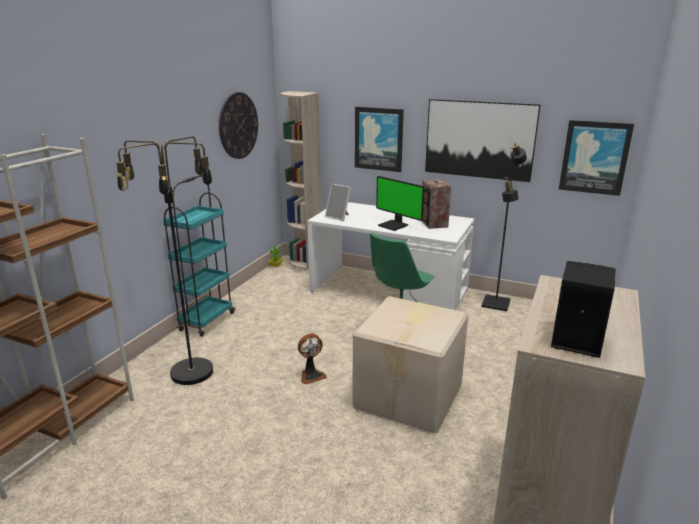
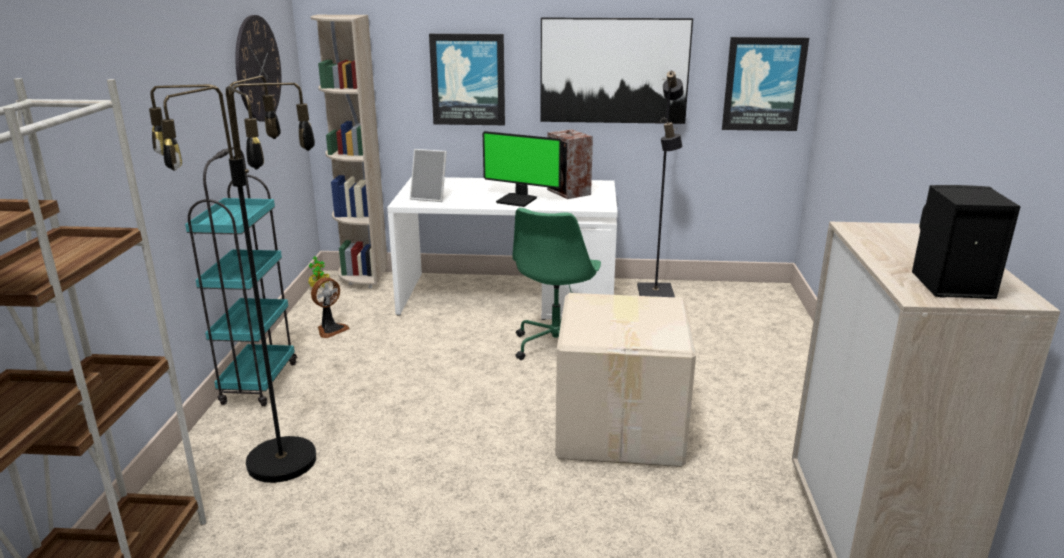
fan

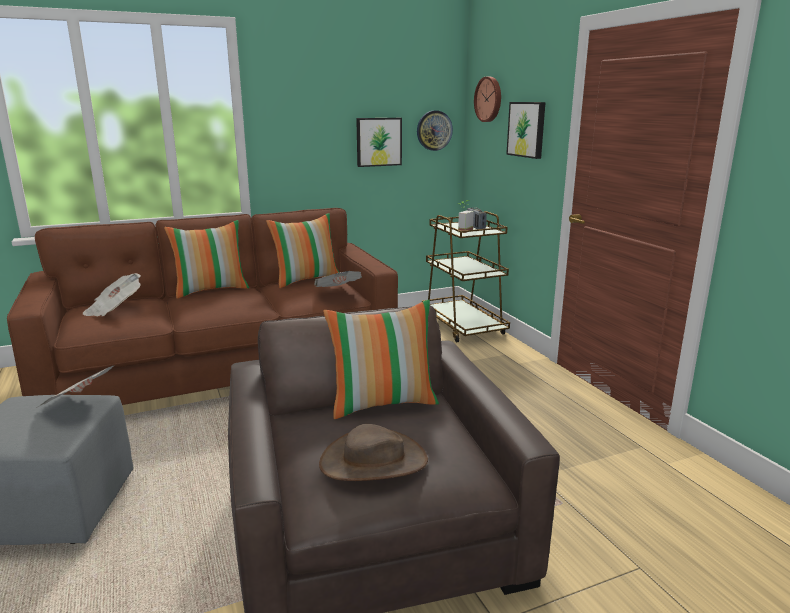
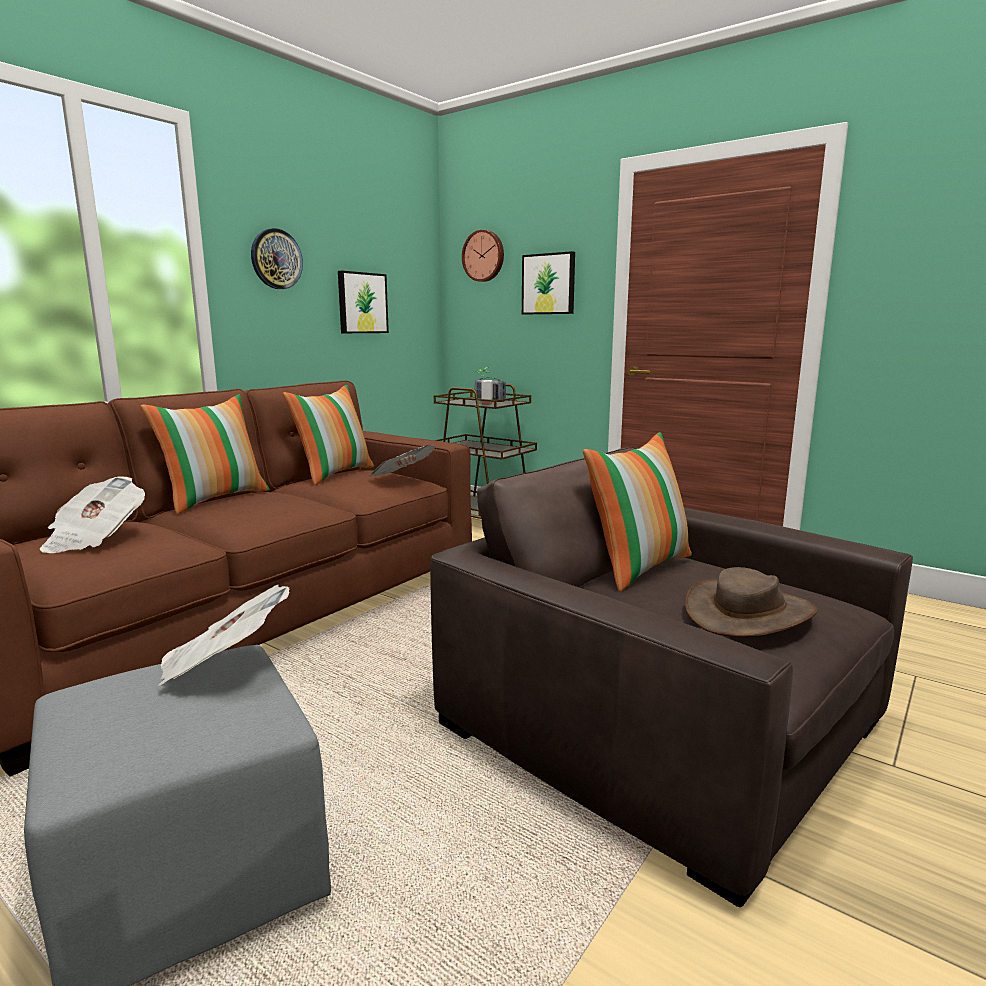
wall clock (1st from left)

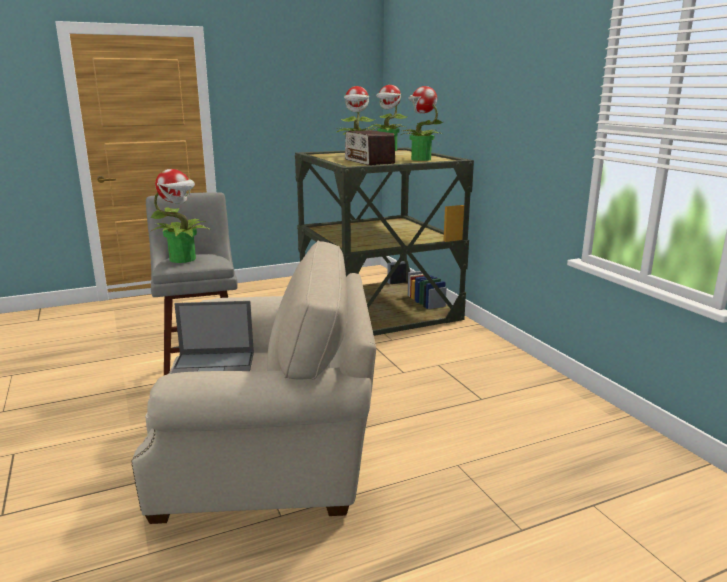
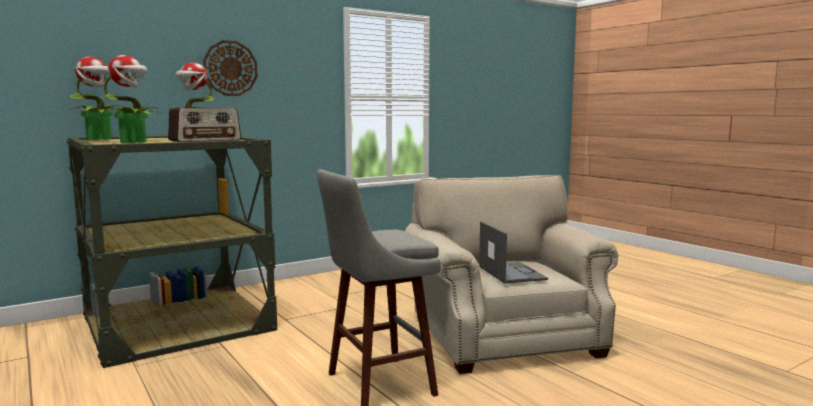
wall clock; potted plant (1st from left in the first image)

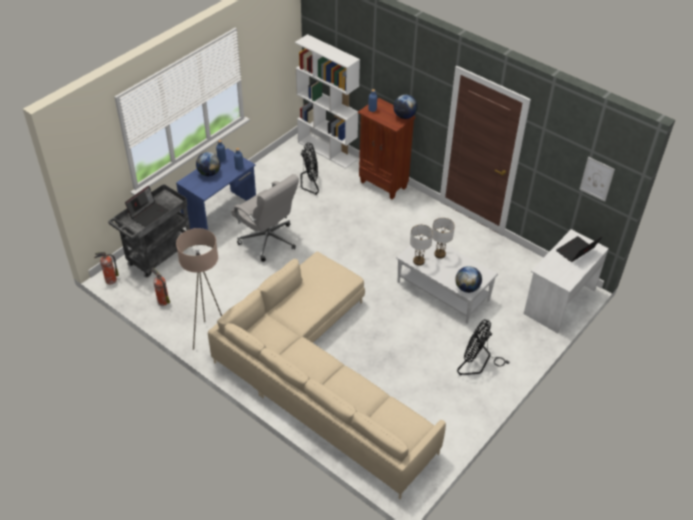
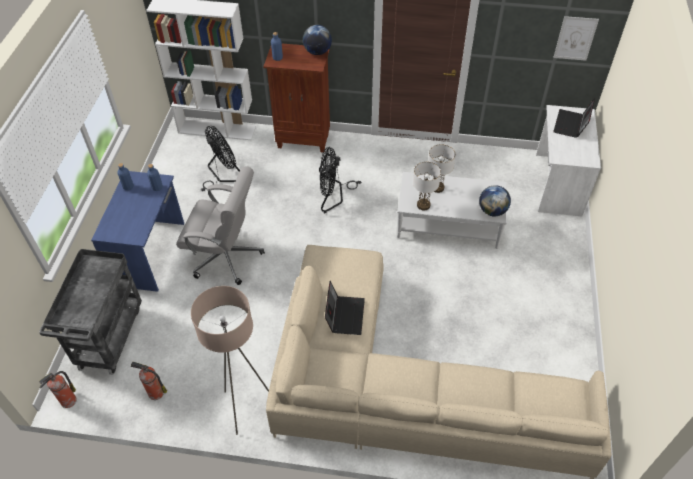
black fan (2nd from left); laptop (1st from left); globe (1st from left in the first image)

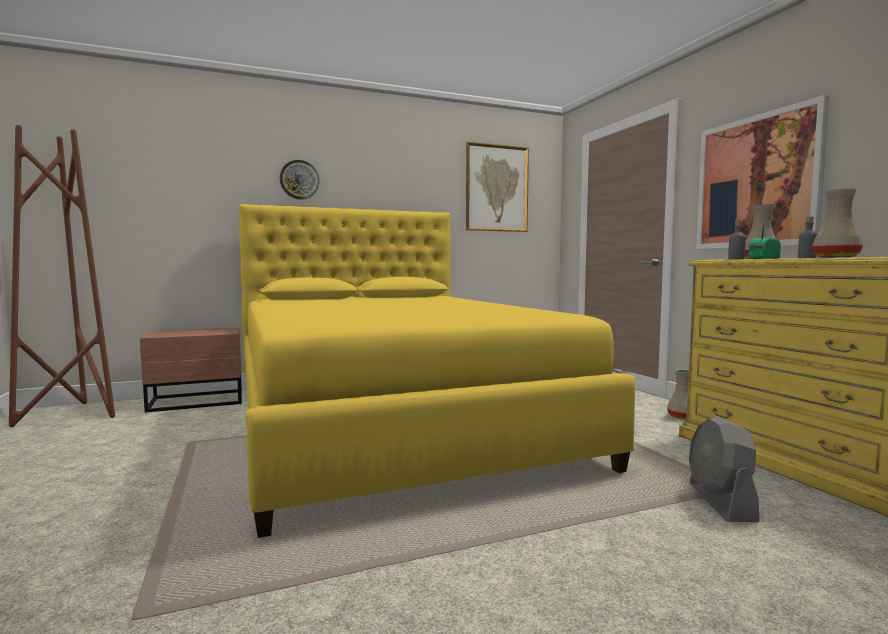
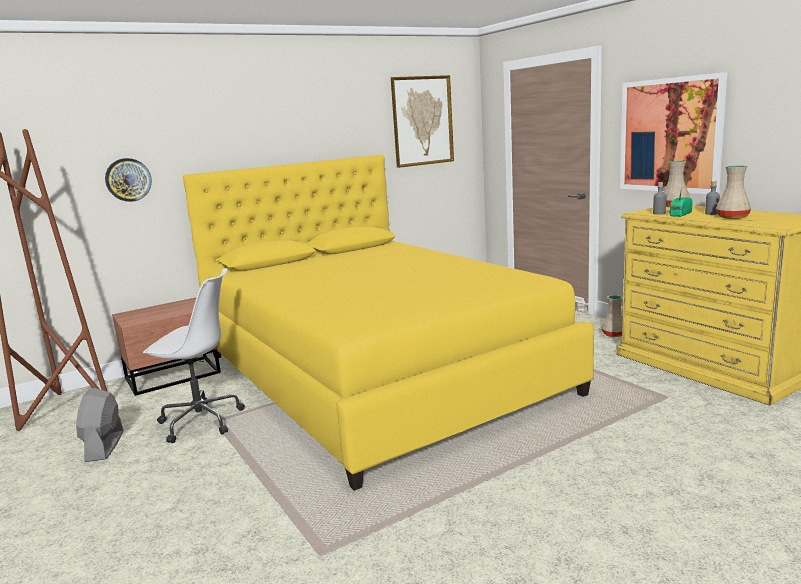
grey fan; wall clock; white office chair

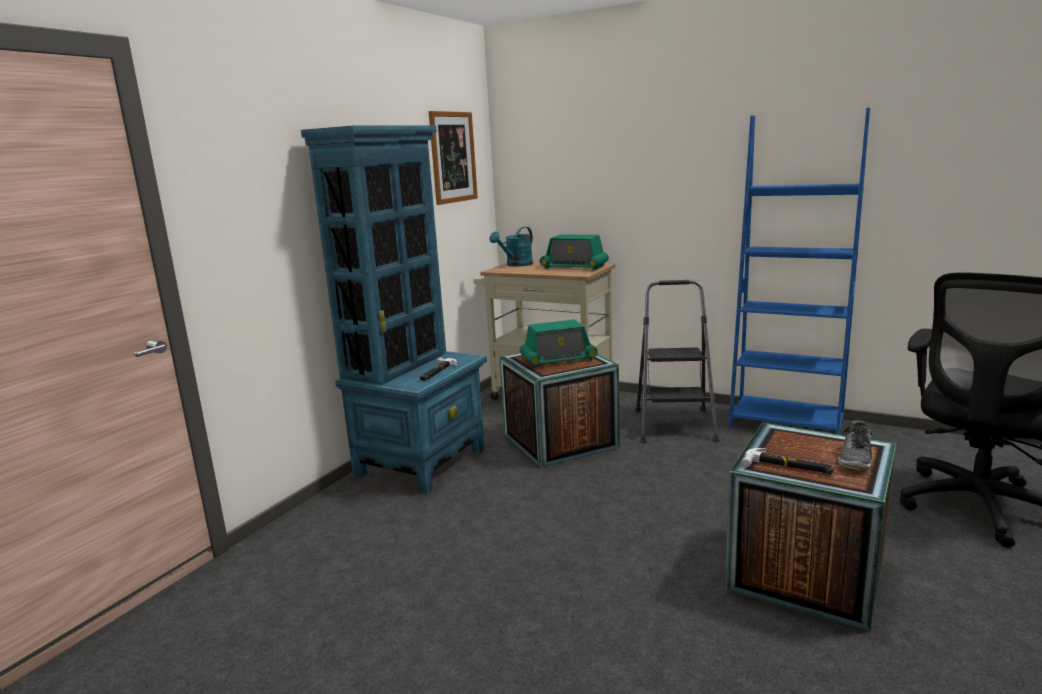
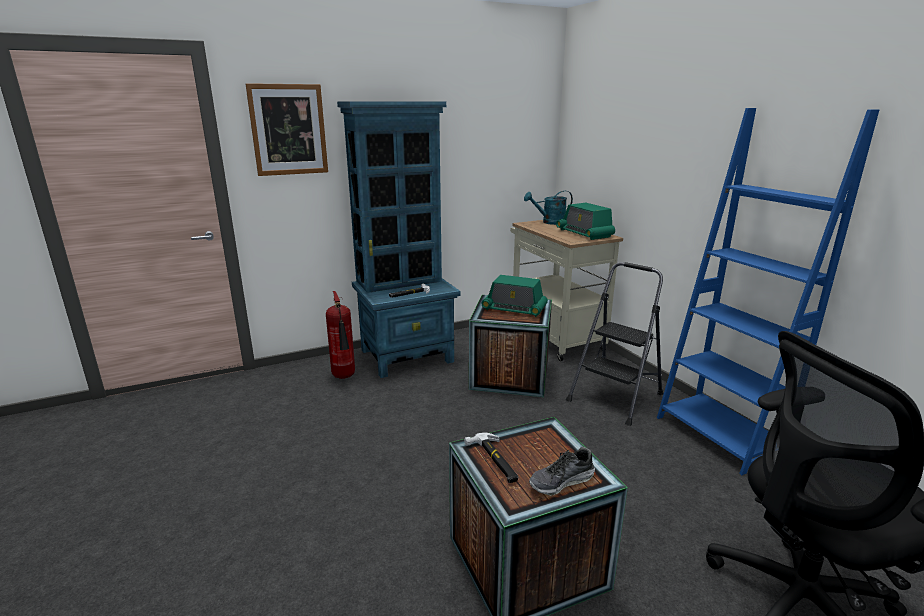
picture; fire extinguisher

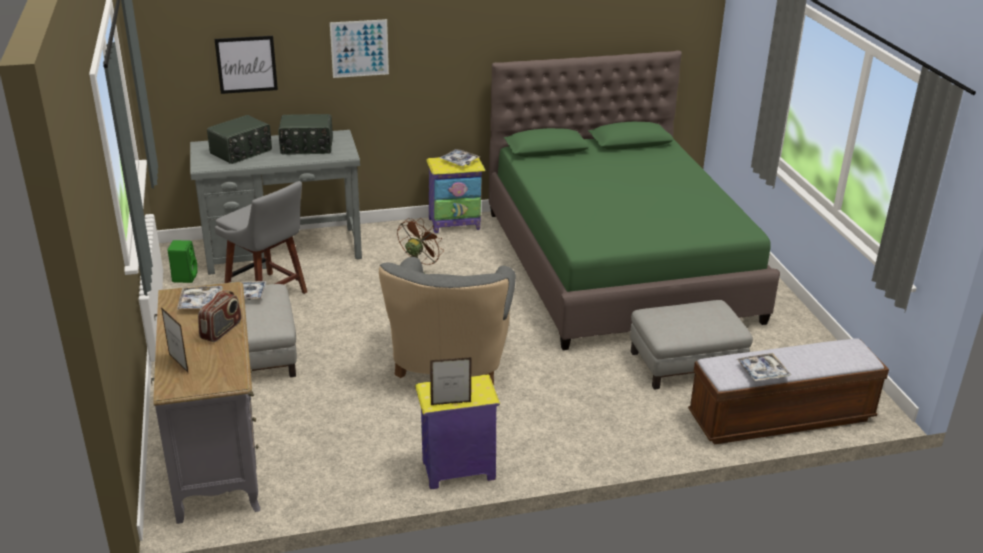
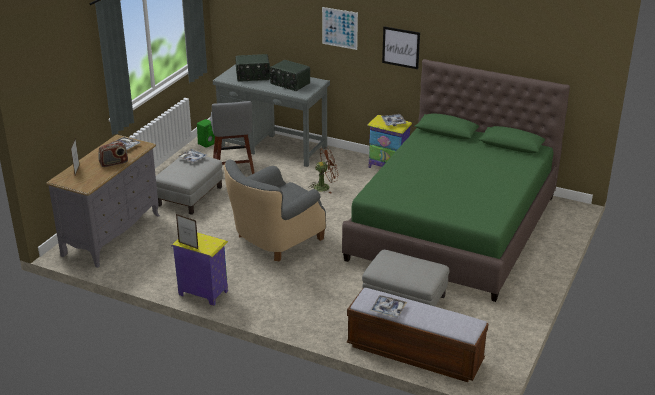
picture (2nd from left)

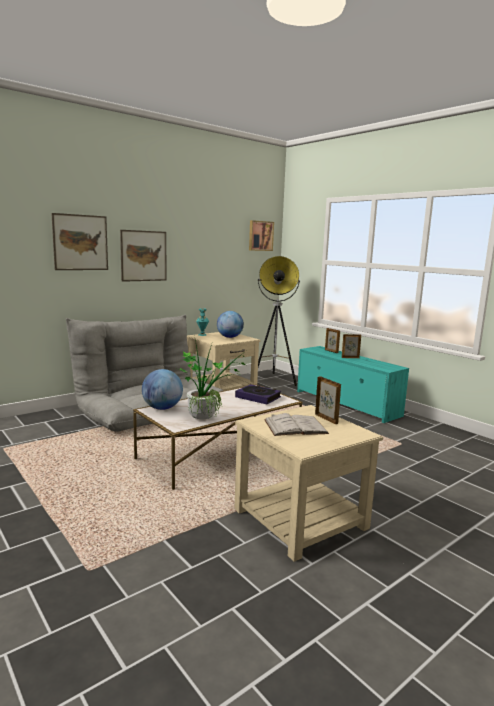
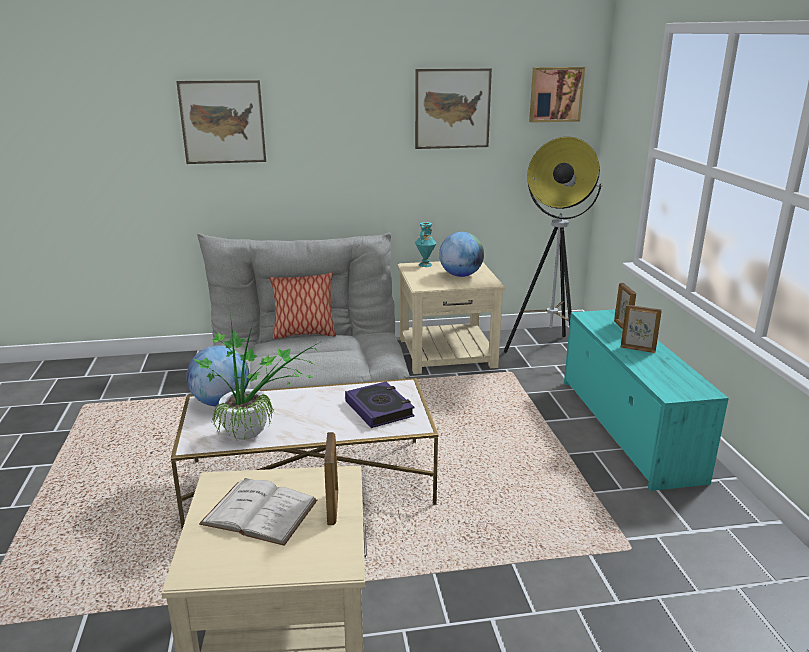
pillow; picture (2nd from left)

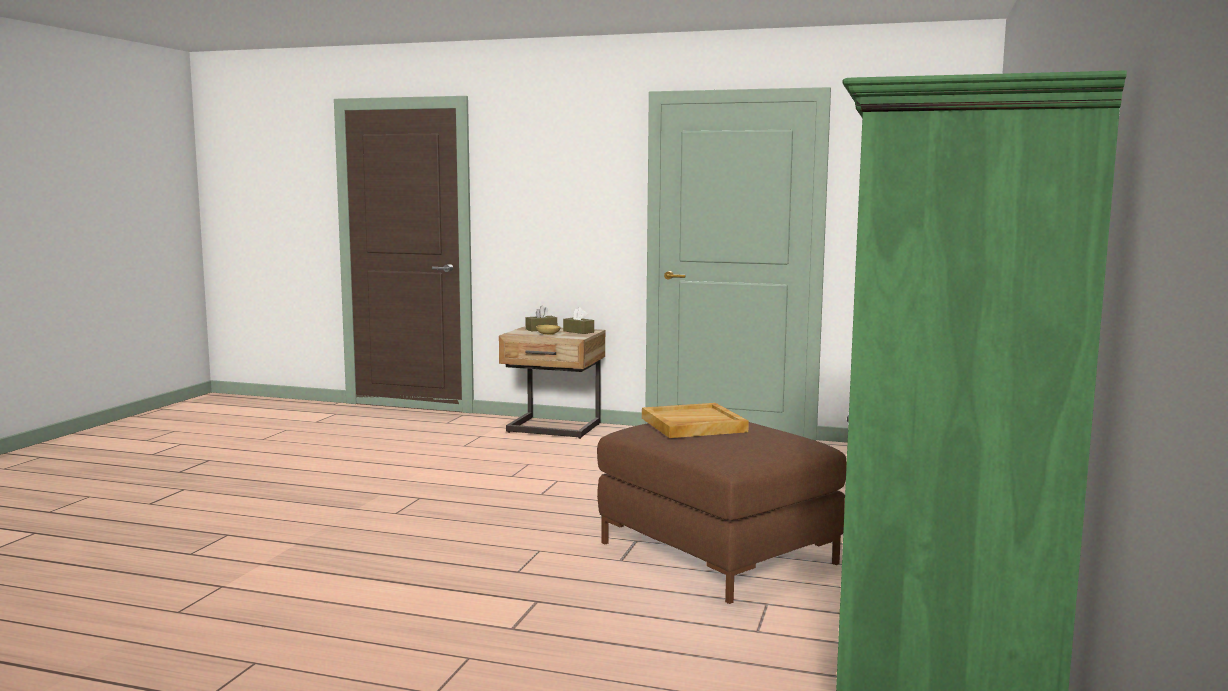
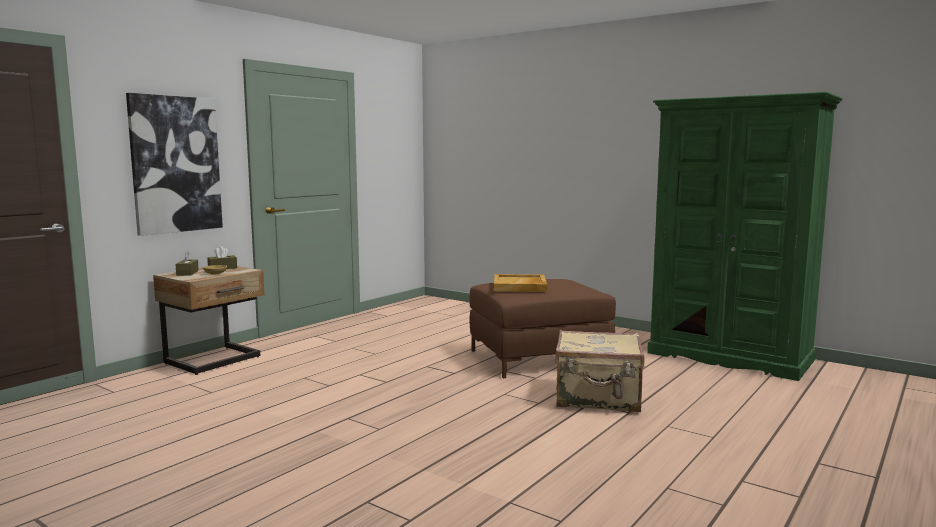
picture; beige suitcase

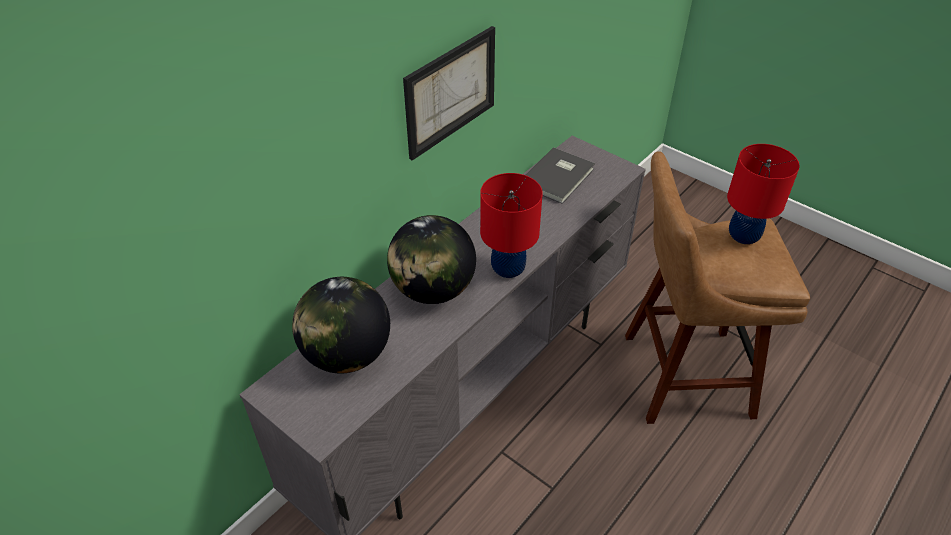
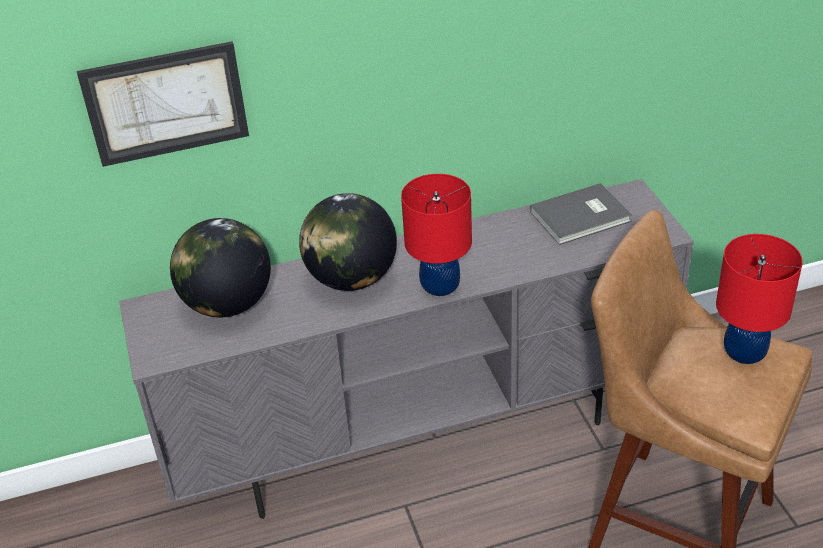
picture

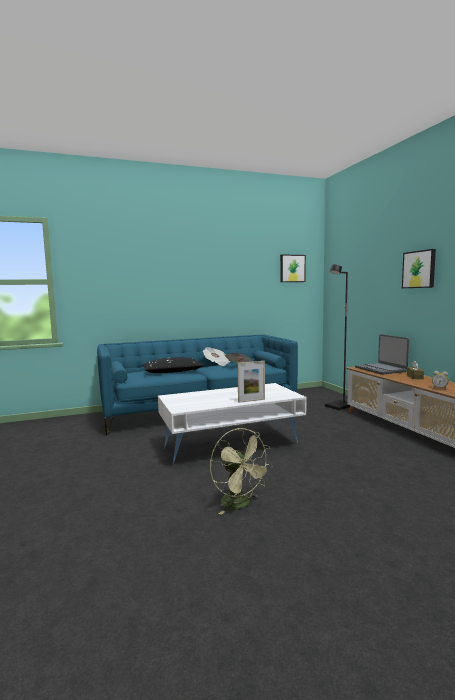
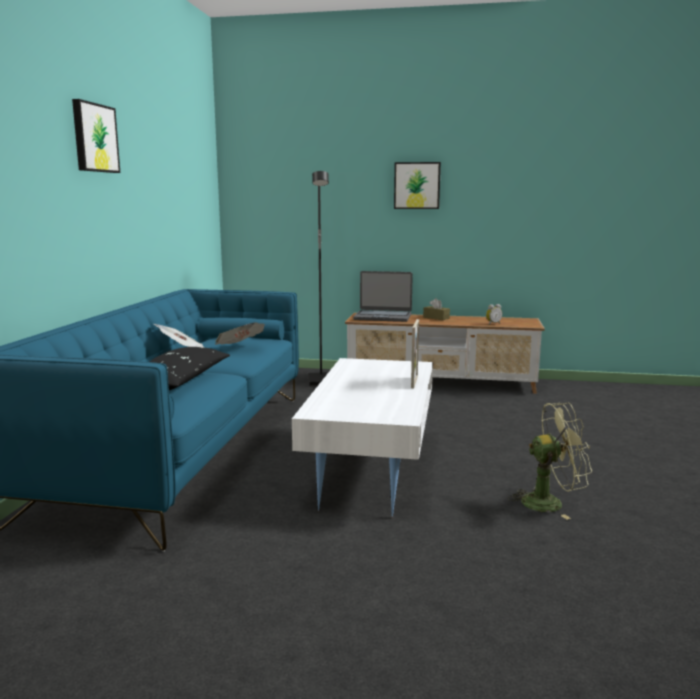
picture (1st from left)

